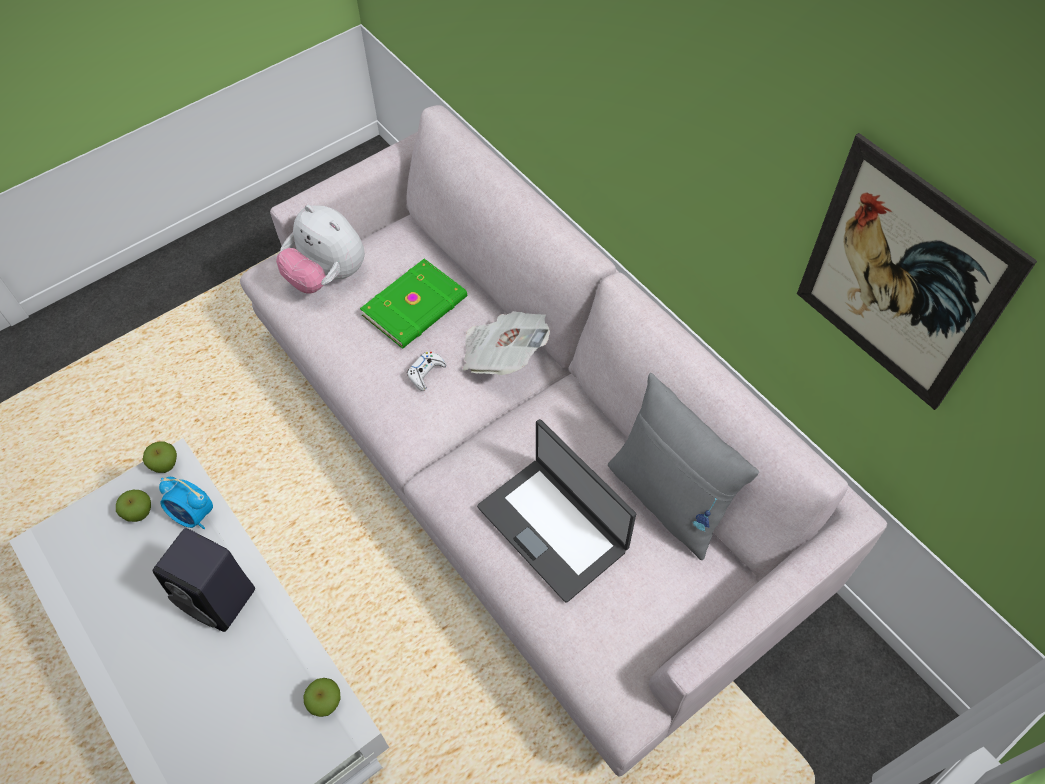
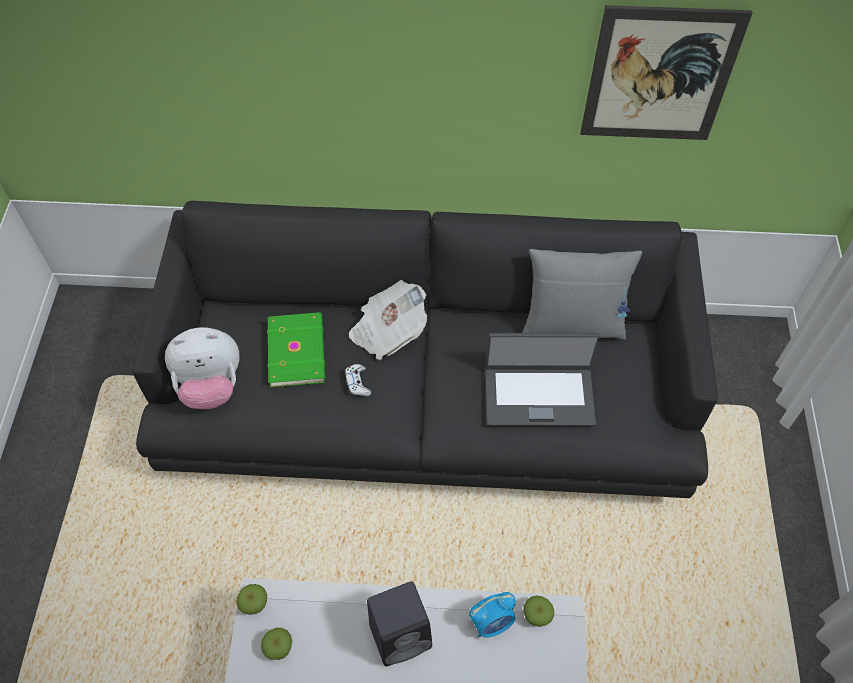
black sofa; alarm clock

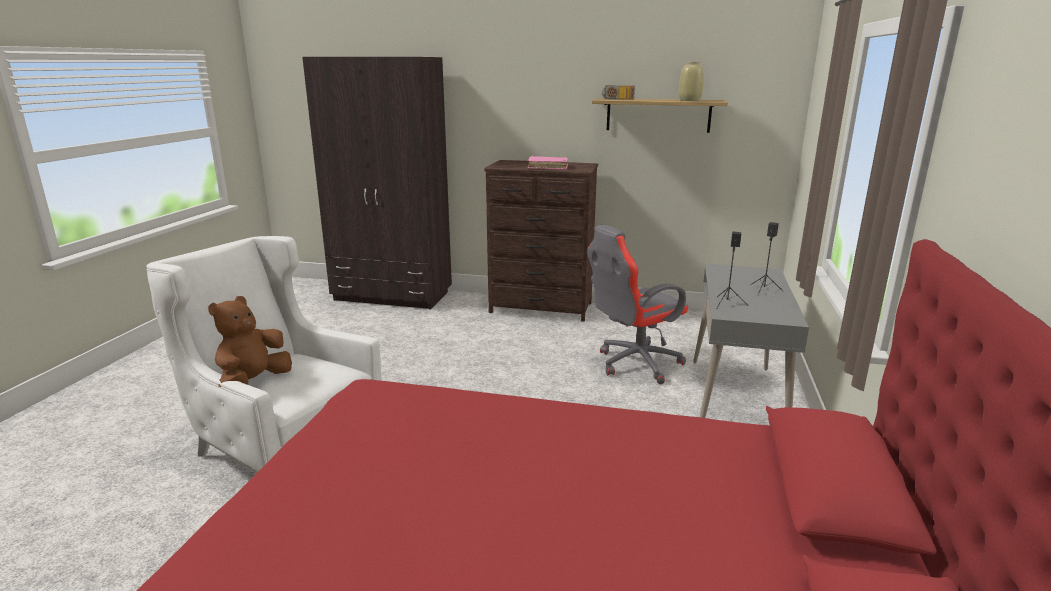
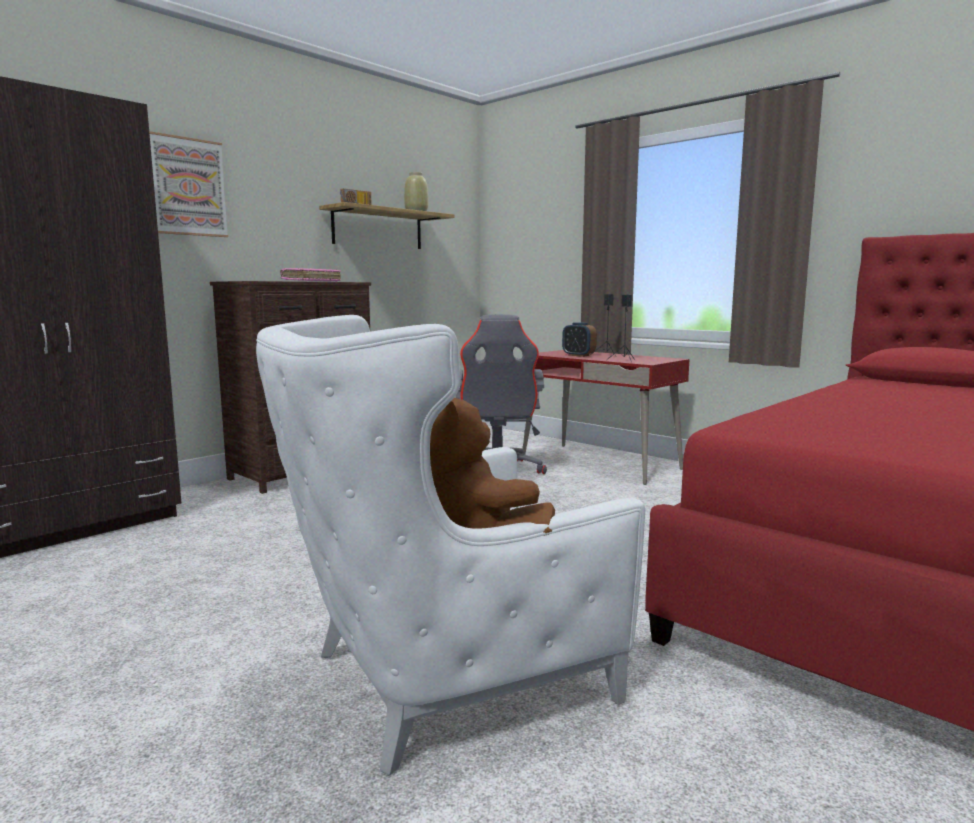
picture; red desk; alarm clock

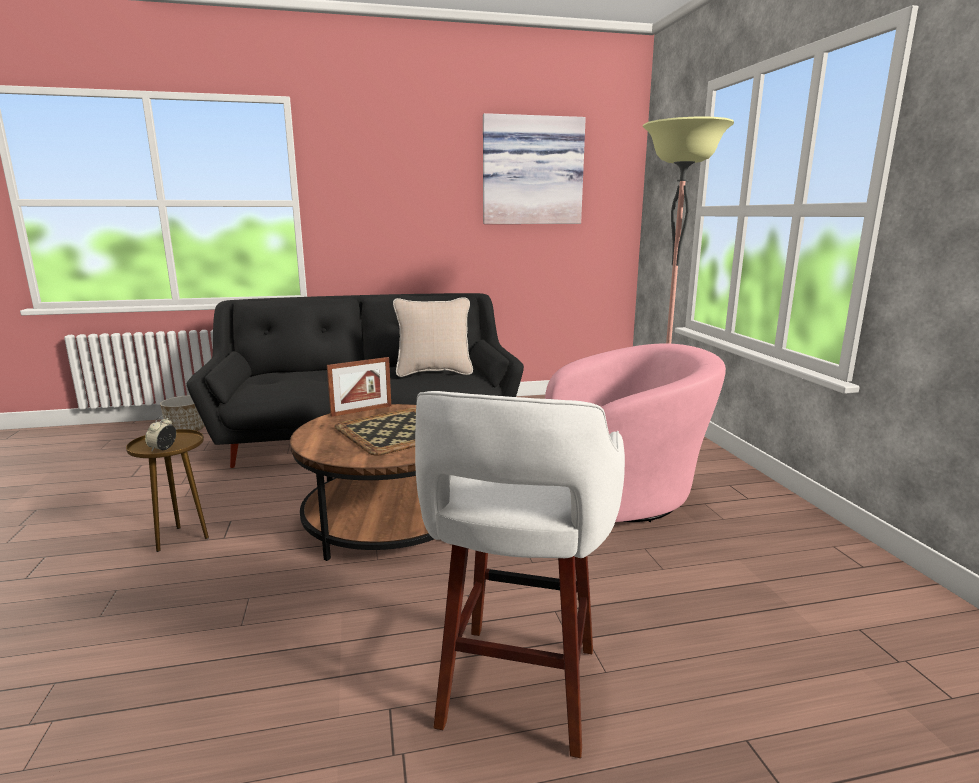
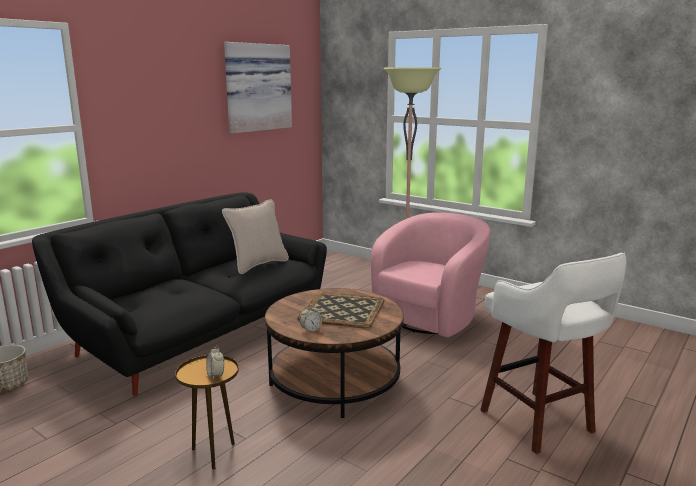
alarm clock (2nd from left); picture frame

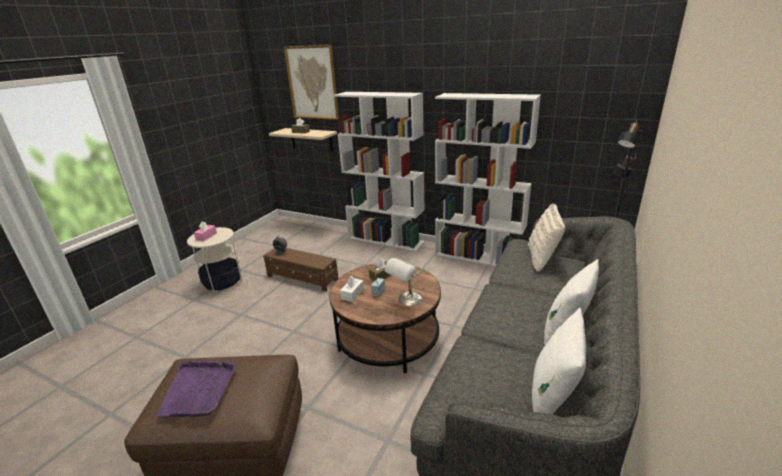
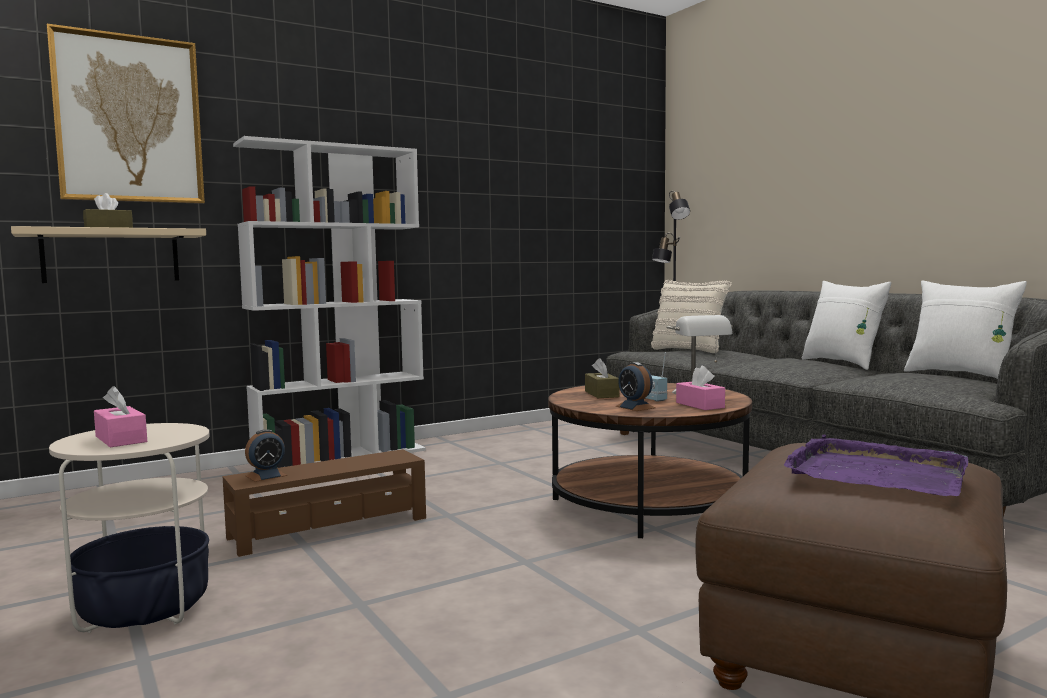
alarm clock (2nd from left); pink tissue box (2nd from left); white bookcase (2nd from left in the first image)

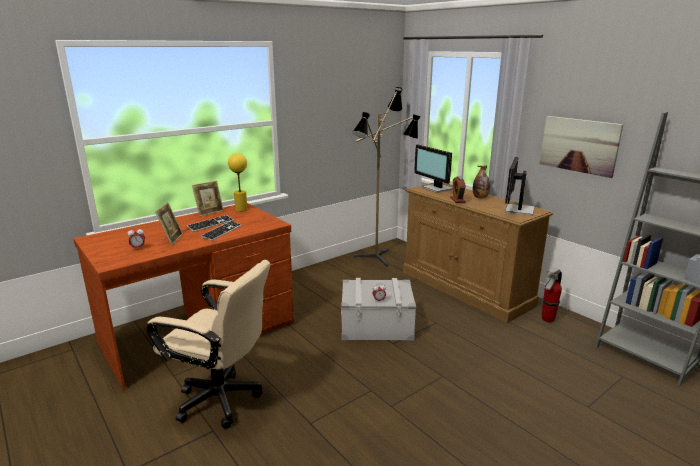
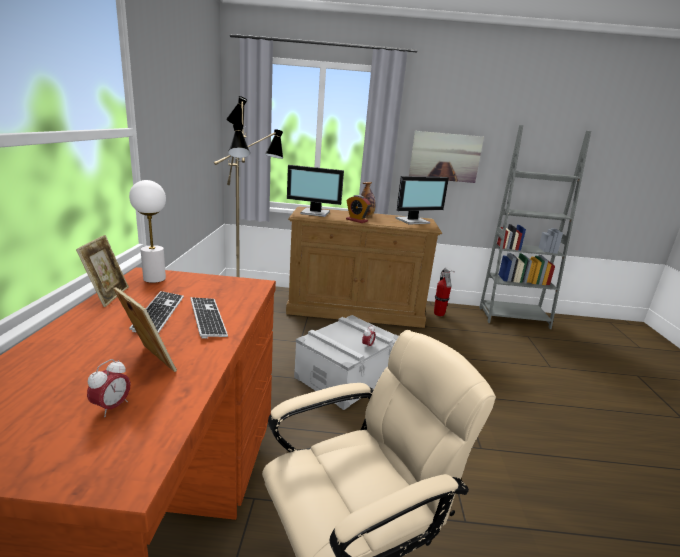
white table lamp; monitor (2nd from left)

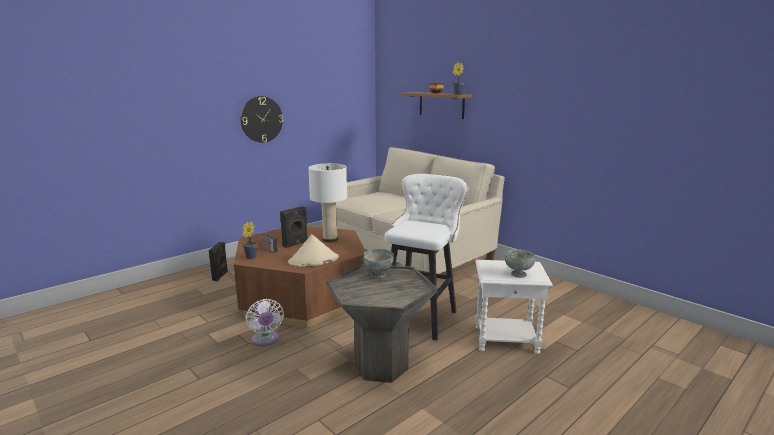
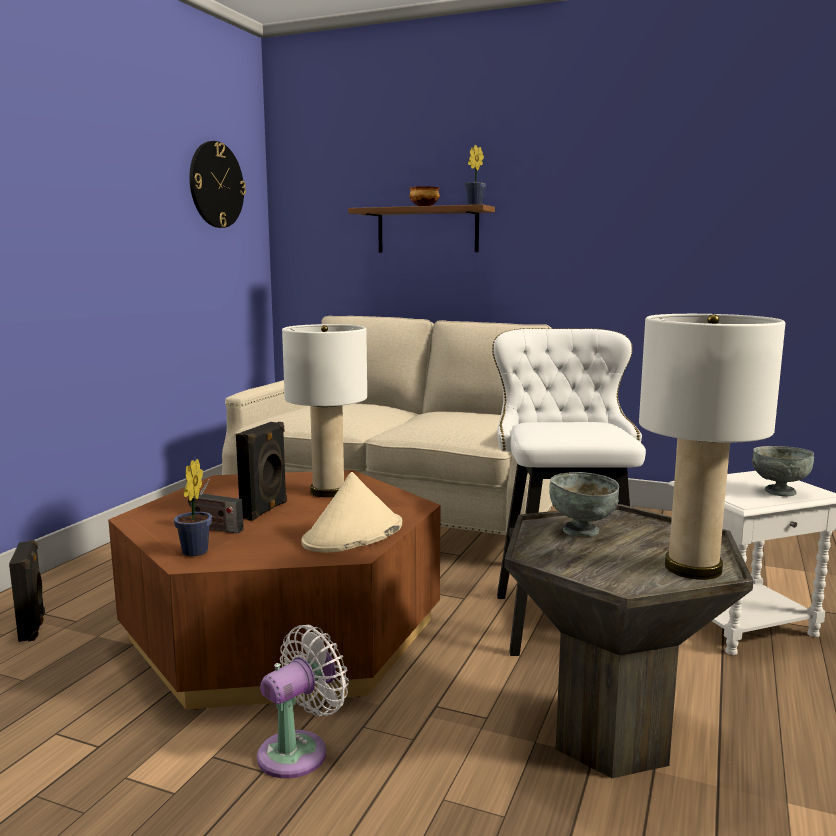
wall clock; white fan; white table lamp (2nd from left)

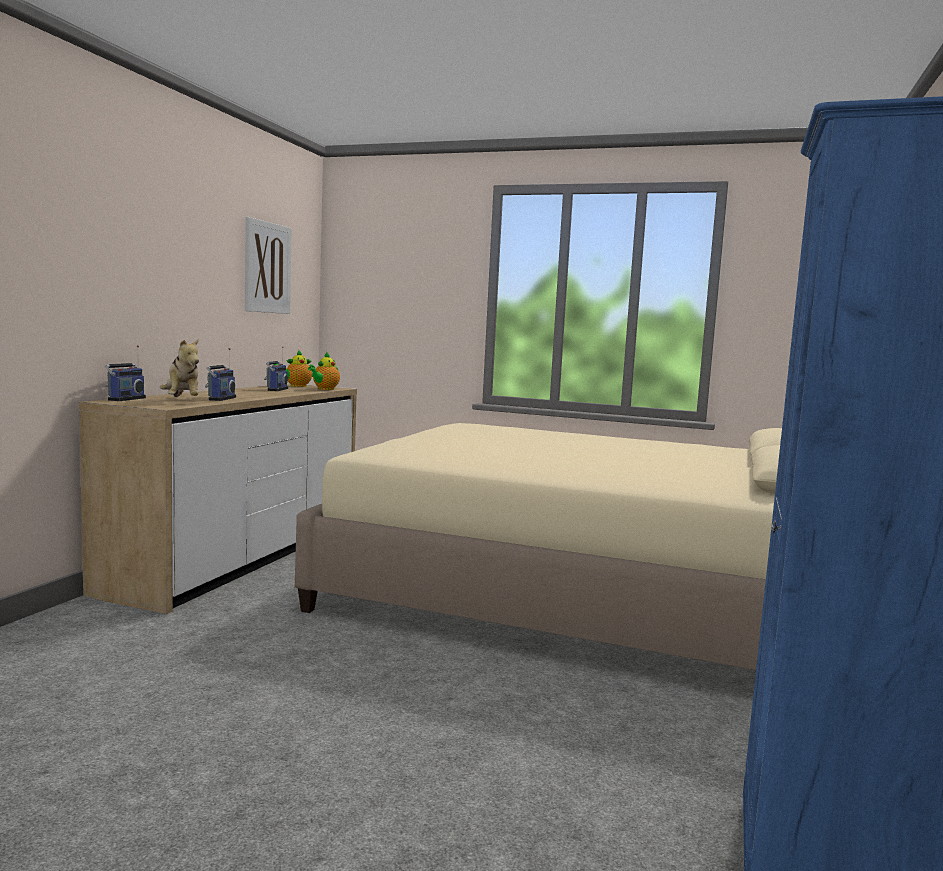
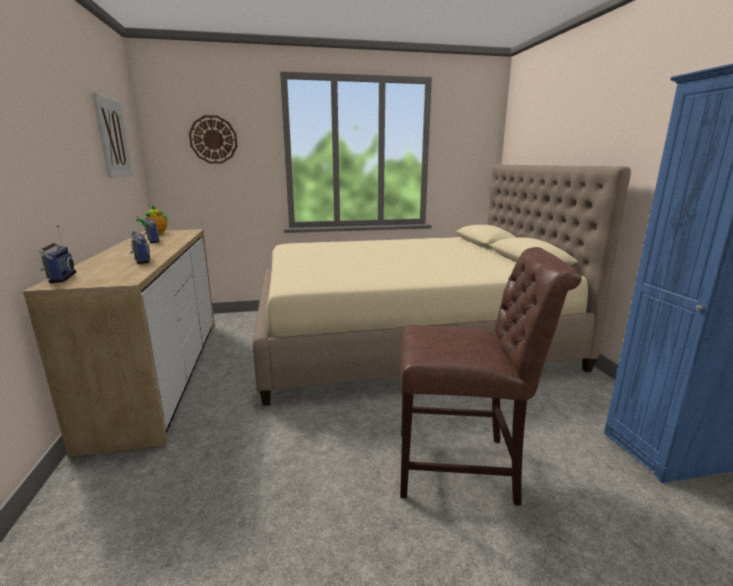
wall clock; brown chair; plush toy; teapot (2nd from left in the first image)

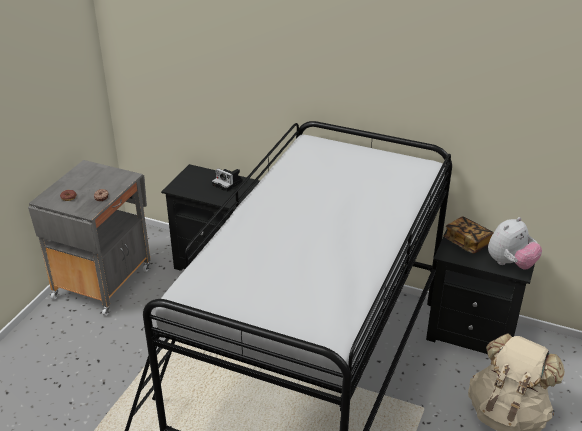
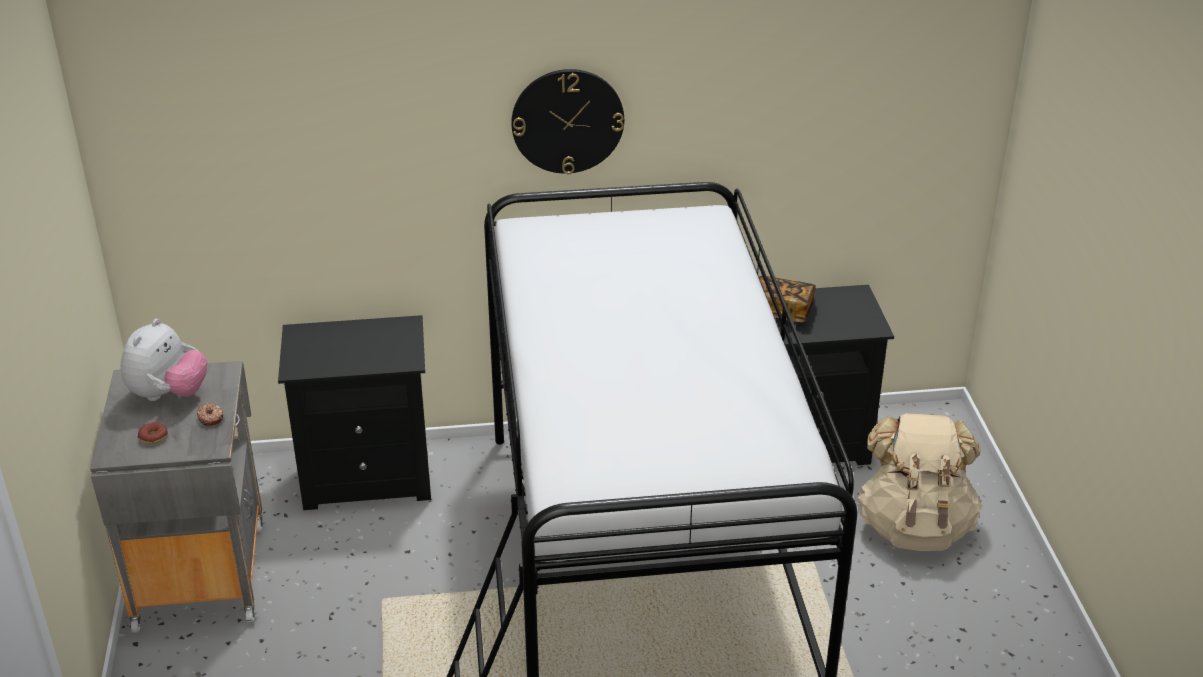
plush toy; wall clock; photo camera

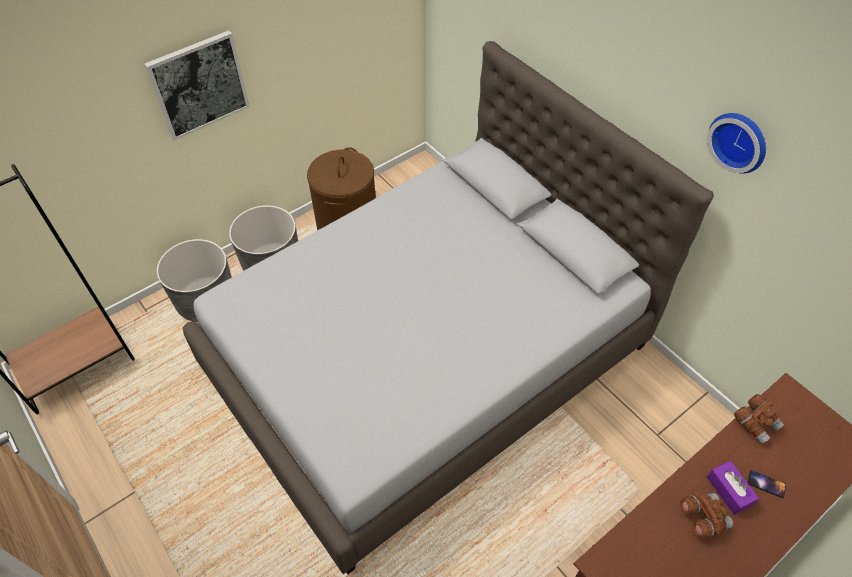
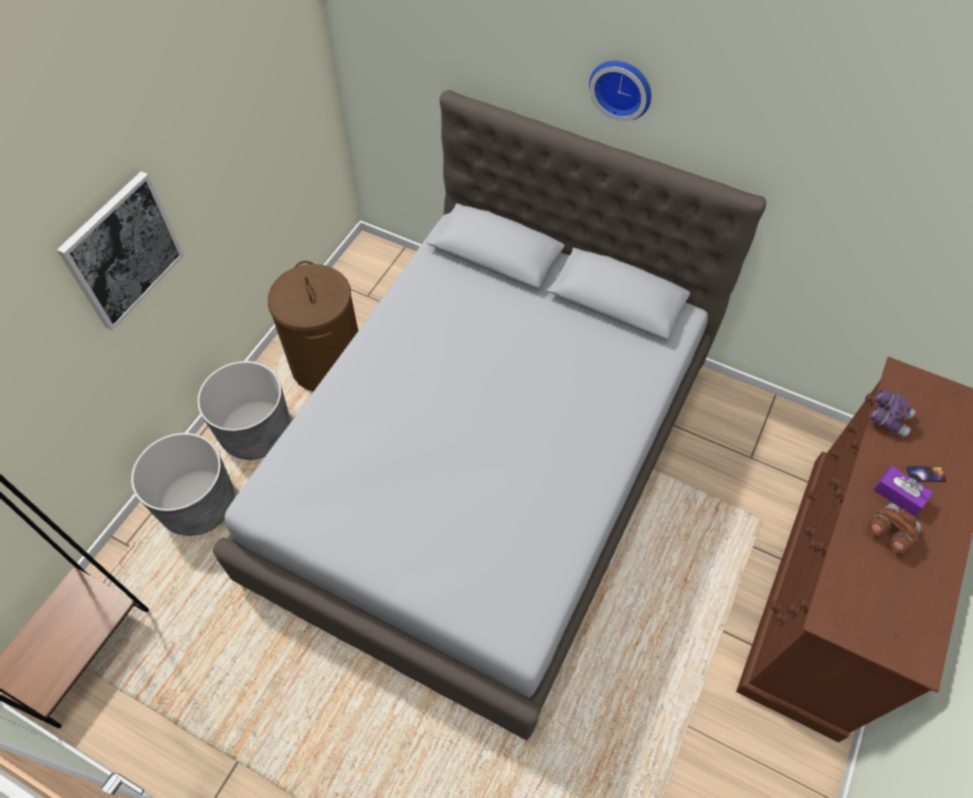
wall clock; purple binoculars

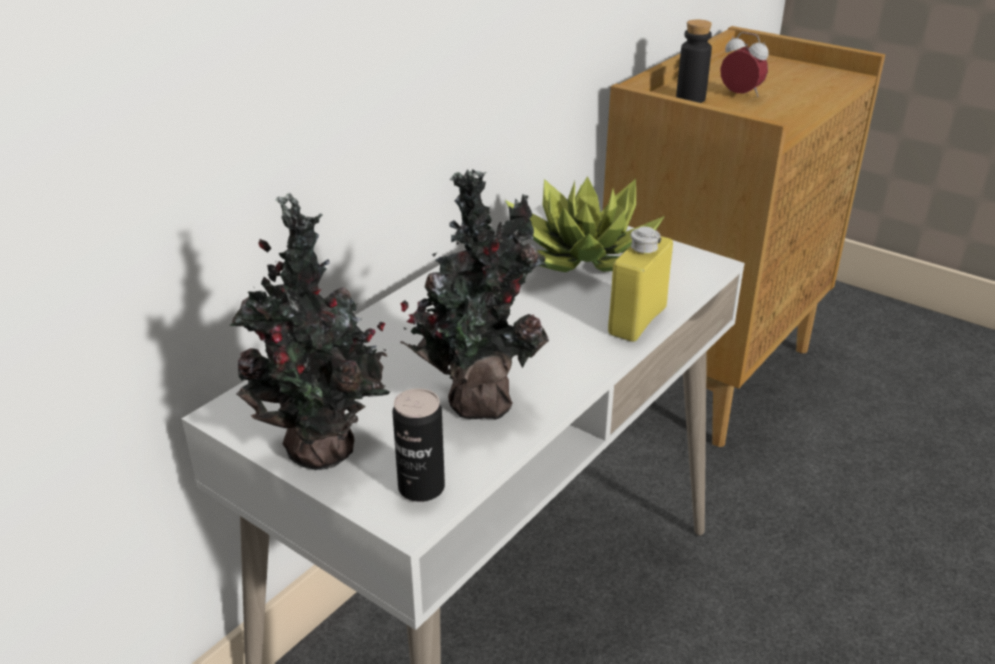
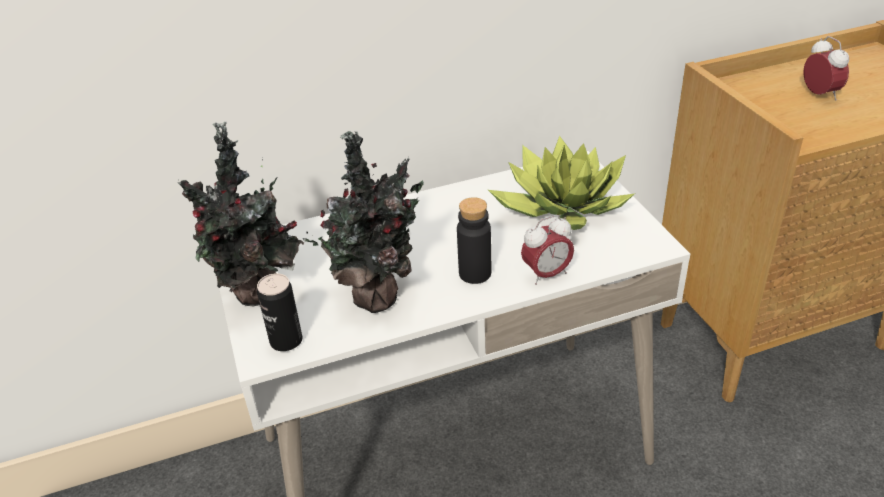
black bottle; alarm clock (1st from left)

